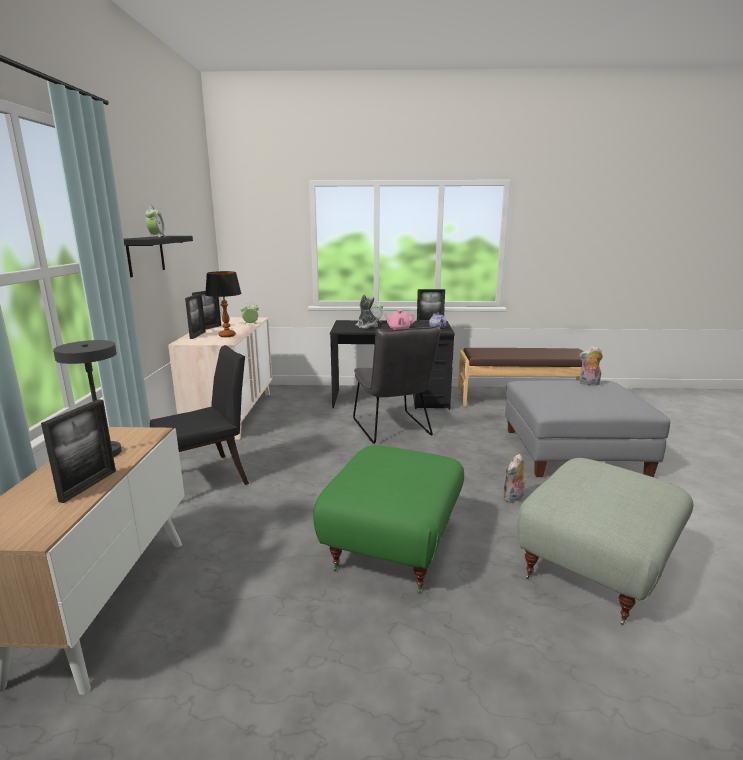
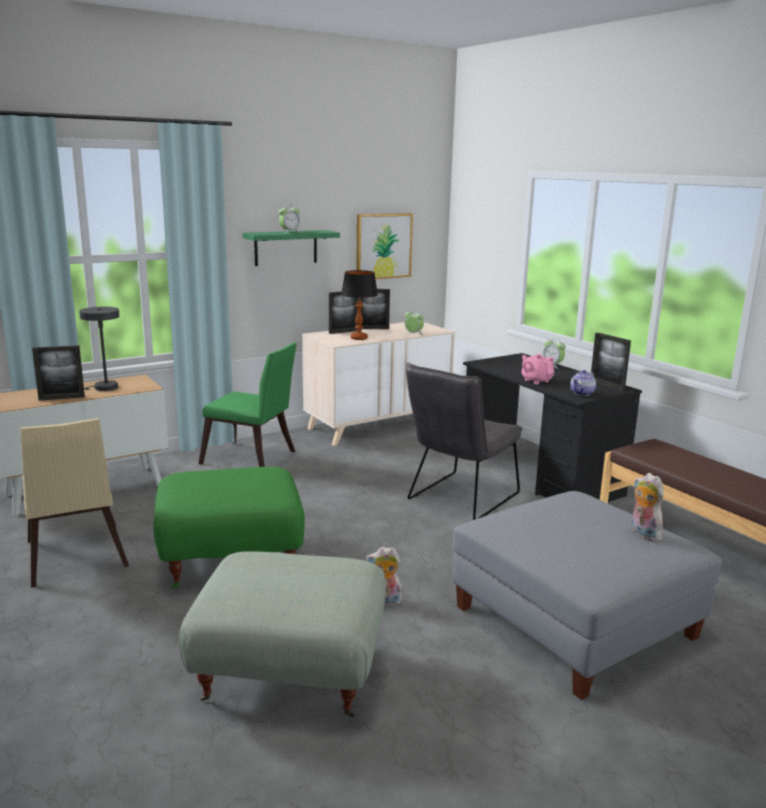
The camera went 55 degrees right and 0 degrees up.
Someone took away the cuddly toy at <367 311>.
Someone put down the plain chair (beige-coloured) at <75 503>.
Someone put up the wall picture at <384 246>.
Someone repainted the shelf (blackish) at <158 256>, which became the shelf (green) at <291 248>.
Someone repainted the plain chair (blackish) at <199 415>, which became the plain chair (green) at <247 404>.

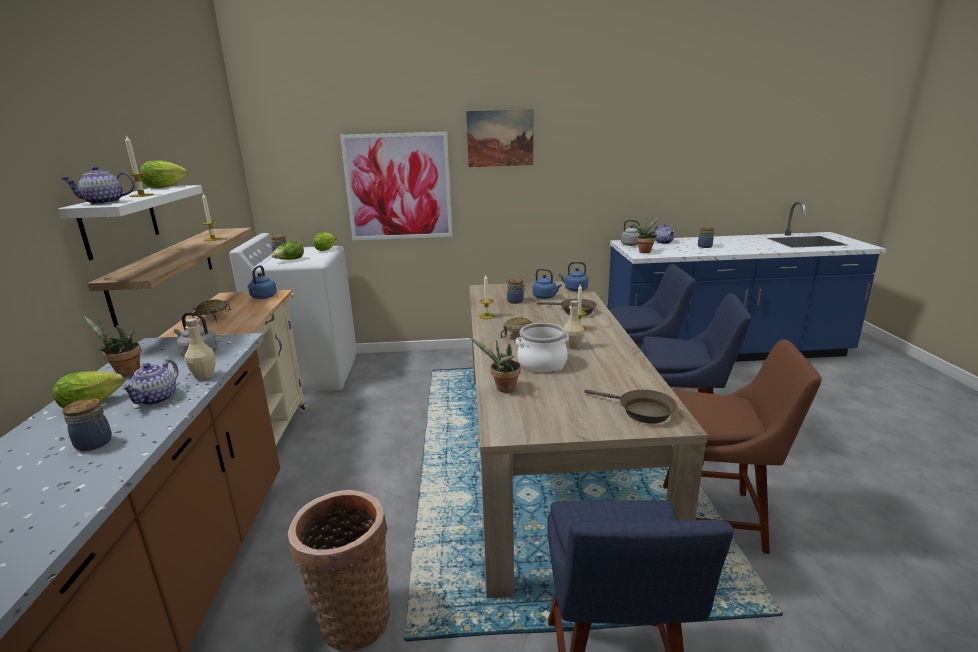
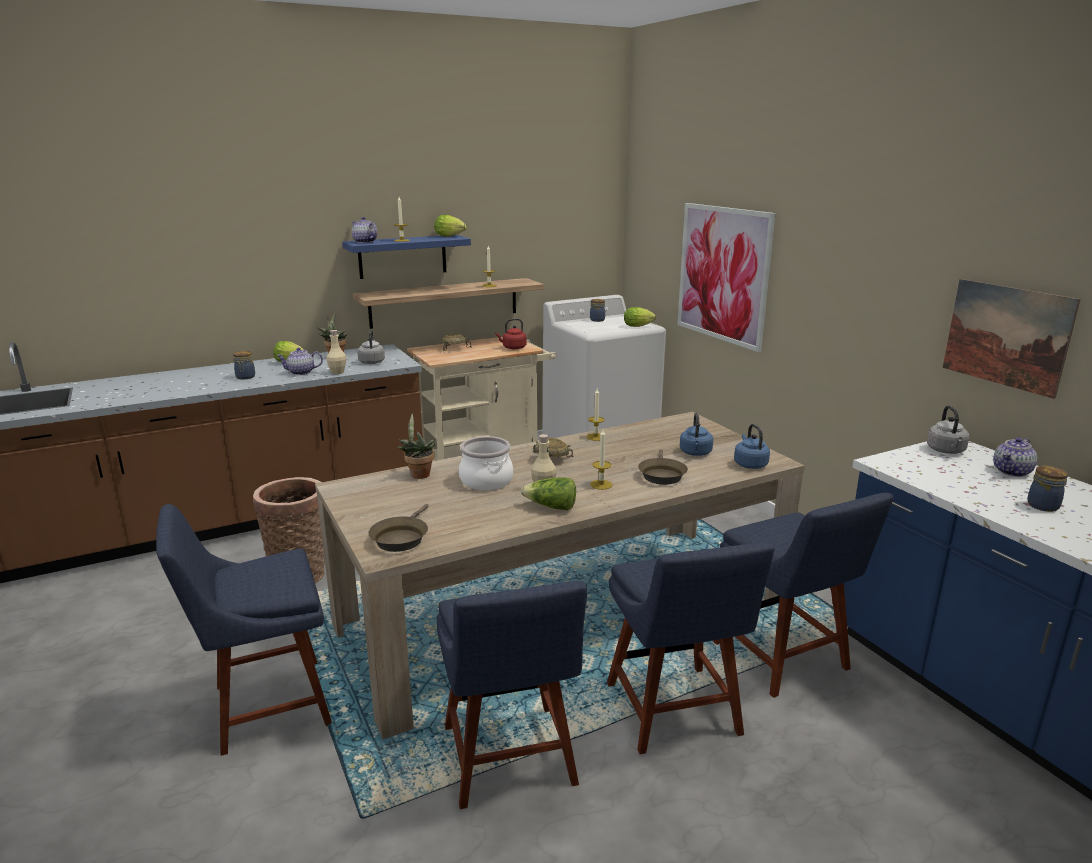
The camera went 65 degrees right and 0 degrees up.
Someone took away the preserve jar at <516 291>.
Someone took away the houseplant at <647 234>.
Someone carried the head of lettuce from <287 250> to <548 493>.
Someone carried the wall picture from <499 138> to <1011 339>.
Someone repainted the shelf (whitish) at <130 223>, which became the shelf (bluish) at <407 257>.
Someone repainted the kettle (bluish) at <262 282>, which became the kettle (reddish) at <511 333>.
Someone repainted the plain chair (brownish) at <742 446>, which became the plain chair (bluish) at <511 695>.

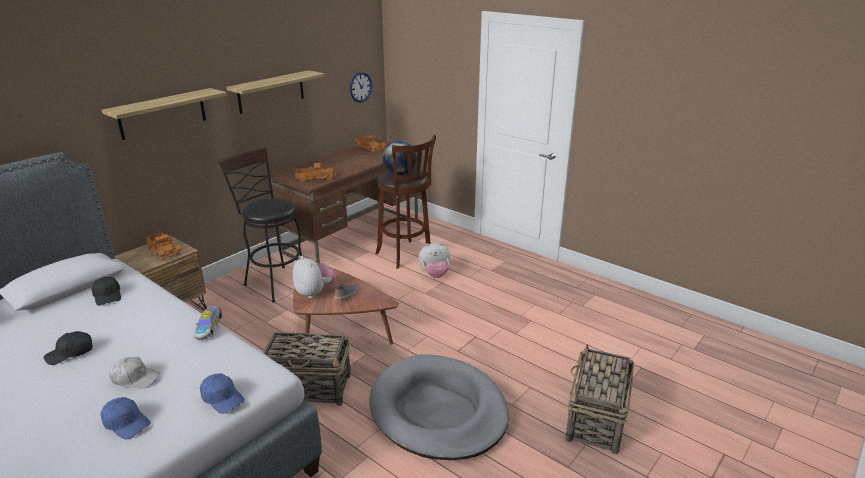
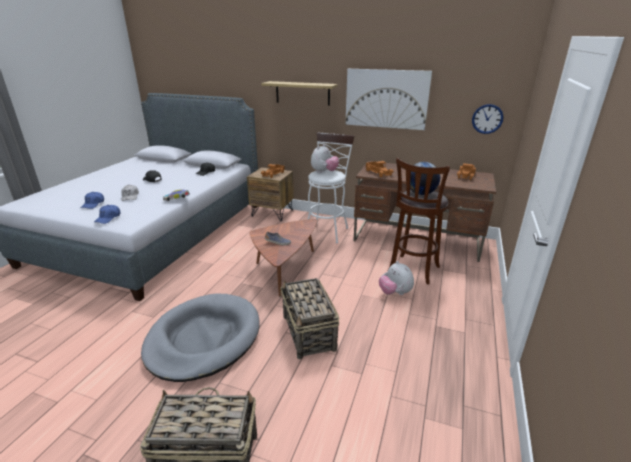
The camera went 70 degrees right and 0 degrees up.
Someone carried the storage basket from <307 369> to <309 318>.
Someone carried the cuddly toy from <314 277> to <325 158>.
Someone swapped the shelf at <275 92> for the wall picture at <388 99>.
Someone repainted the sitting stool (blackish) at <260 225>, which became the sitting stool (whitish) at <330 187>.

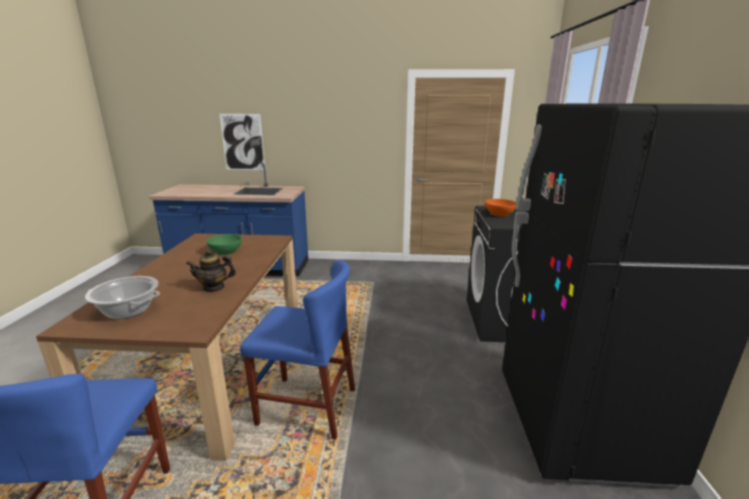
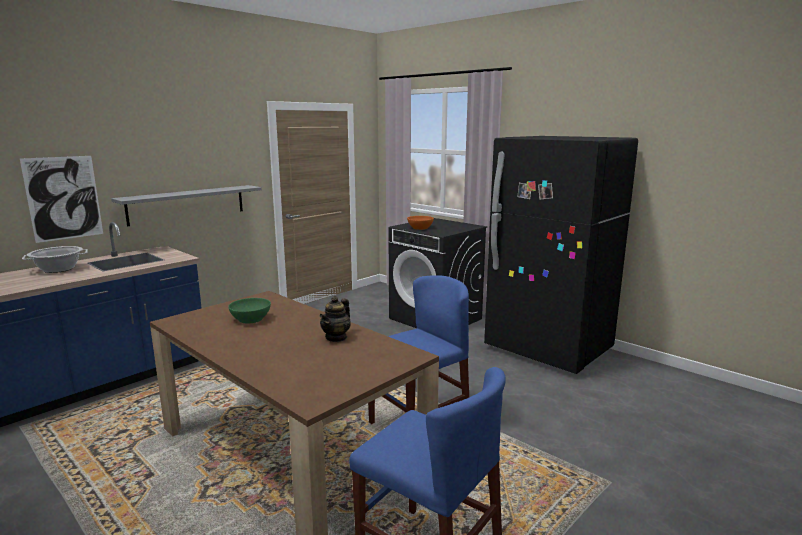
The camera went 50 degrees left and 5 degrees down.
Someone put up the shelf (greyish) at <186 206>.
Someone carried the stockpot from <122 297> to <55 259>.

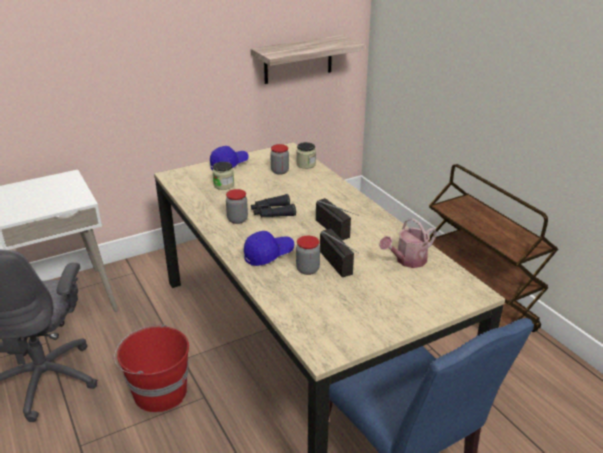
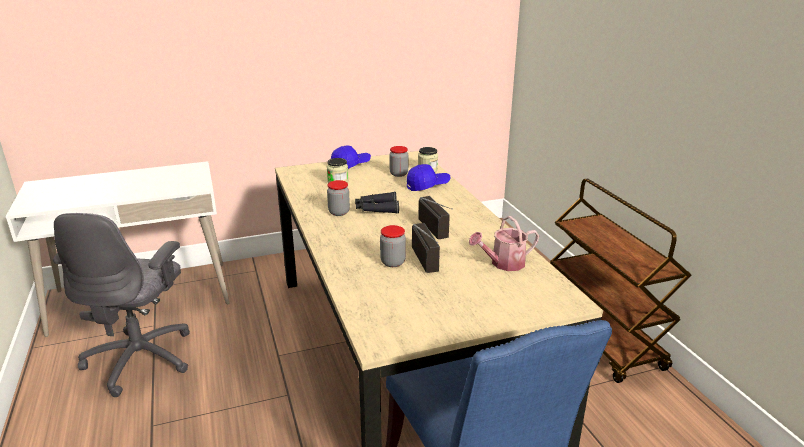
The camera went 10 degrees right and 5 degrees down.
Someone took away the water bucket (reddish) at <151 368>.
Someone took away the shelf at <308 59>.
Someone carried the peaked cap (bluish) from <269 248> to <428 177>.

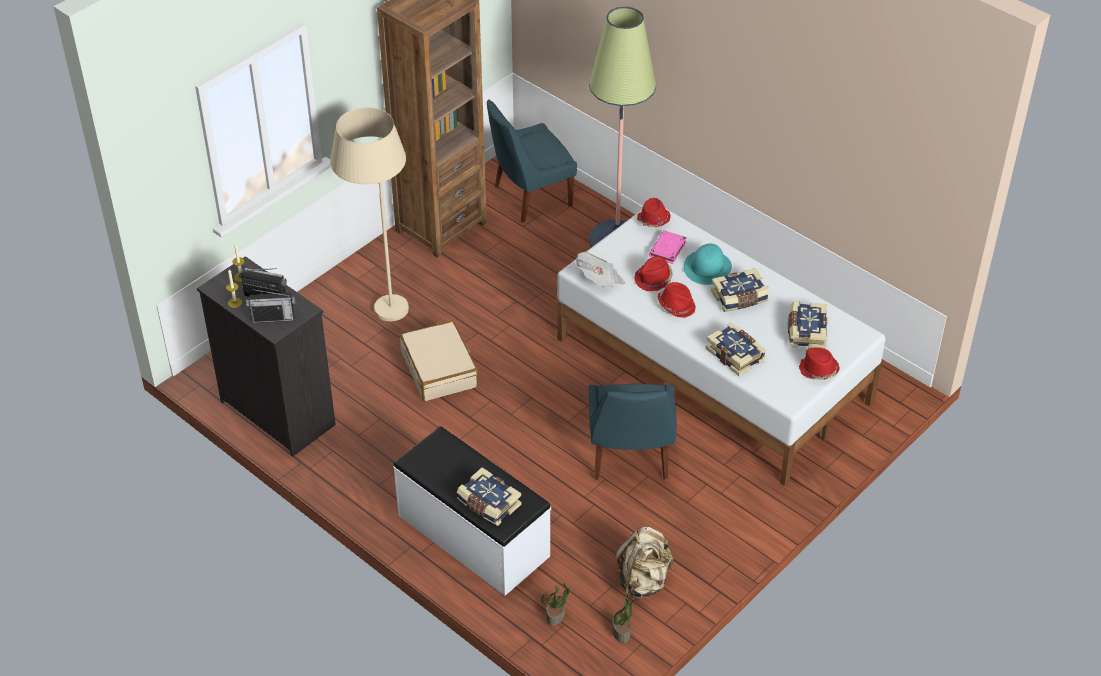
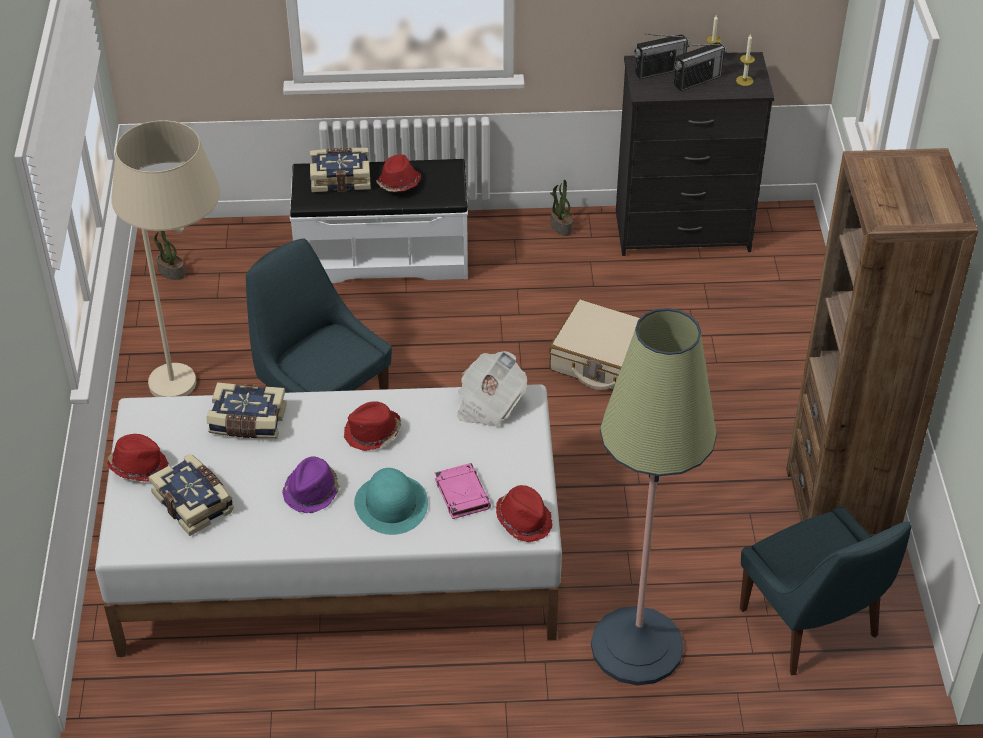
The camera went 135 degrees right and 0 degrees up.
Someone took away the rucksack (beige-coloured) at <644 563>.
Someone carried the standing lamp (beige-coloured) from <369 214> to <165 258>.
Someone carried the houseplant from <555 604> to <561 208>.
Someone carried the clothing hat (reddish) from <653 273> to <398 173>.
Someone swapped the volume at <740 290> for the clothing hat (purplish) at <311 484>.
Someone rotated the radio at <270 306> by 150 degrees counterclockwise.
Someone rotated the plain chair (bluish) at <532 161> by 135 degrees clockwise.

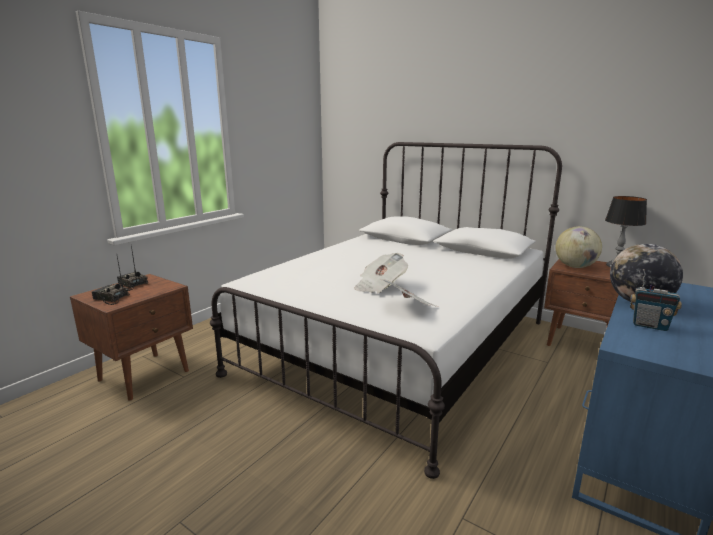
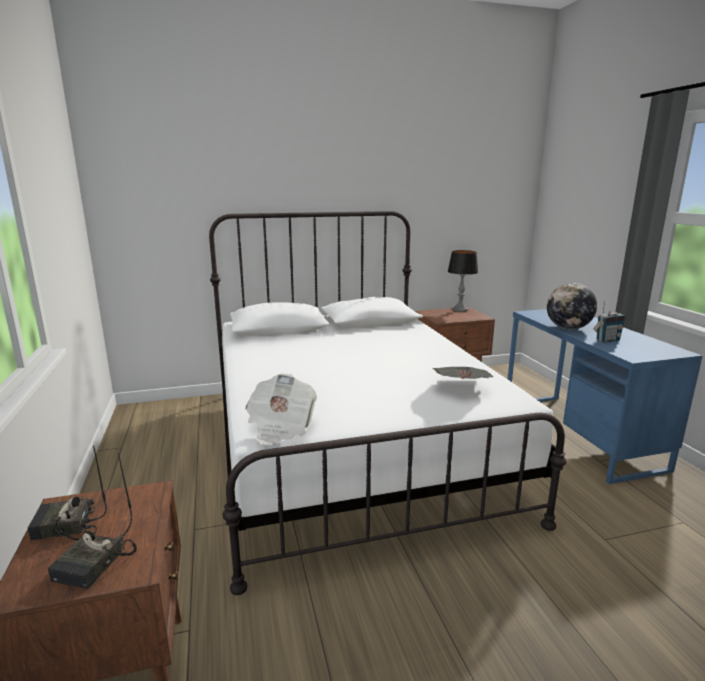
The camera went 50 degrees left and 0 degrees up.
Someone took away the desk globe at <579 247>.
Someone carried the newspaper from <381 273> to <281 409>.
Someone rotated the radio at <111 280> by 45 degrees counterclockwise.

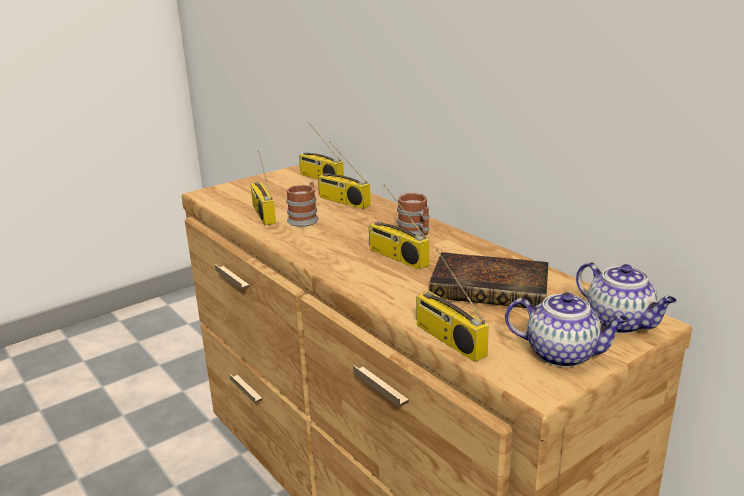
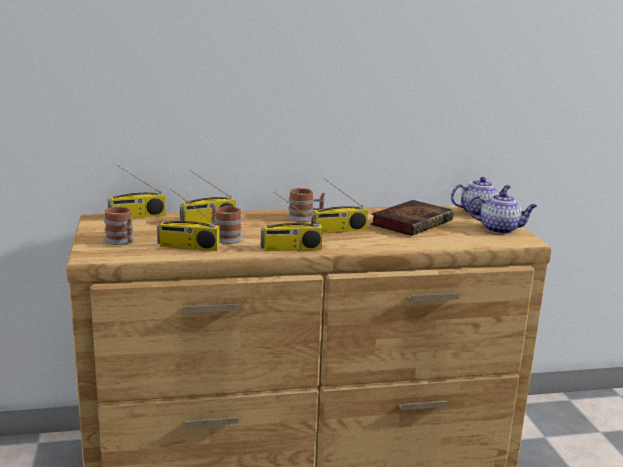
The camera went 65 degrees left and 5 degrees down.
Someone put down the mug at <119 225>.
Someone carried the radio from <452 305> to <292 221>.
Someone rotated the teapot at <567 329> by 60 degrees clockwise.

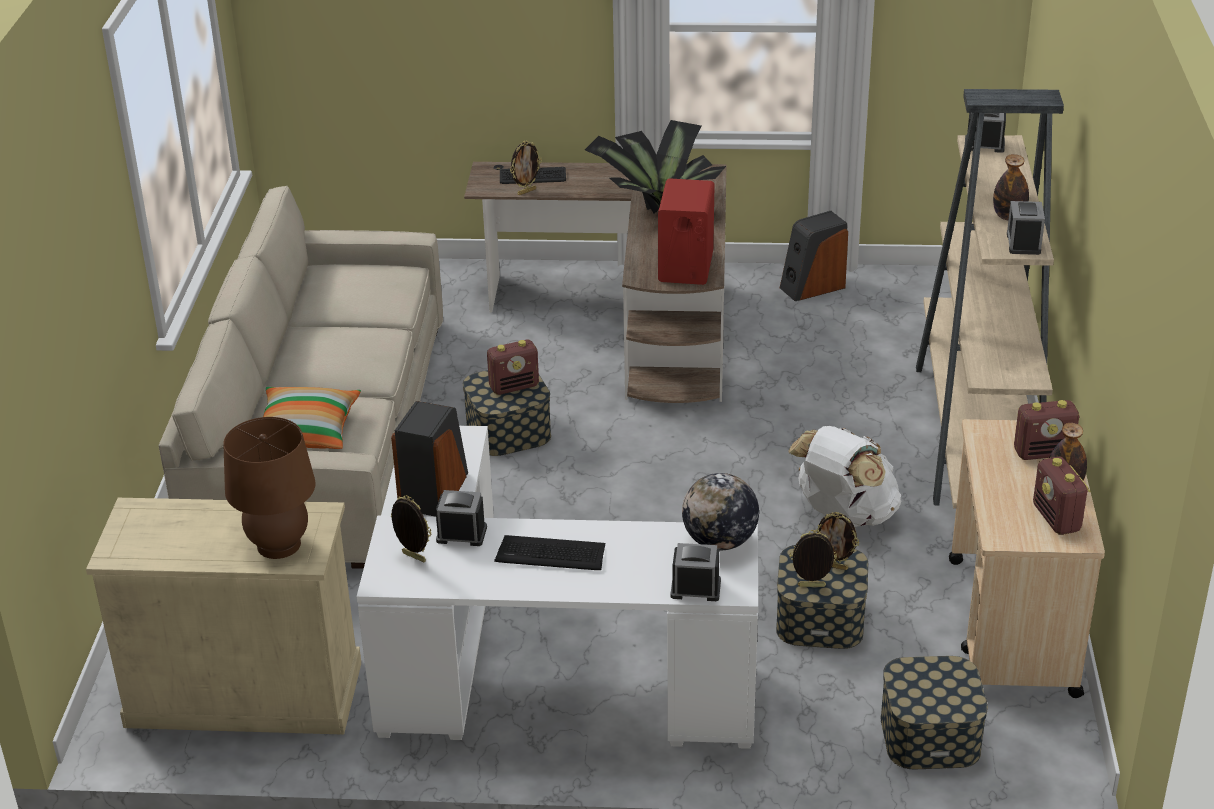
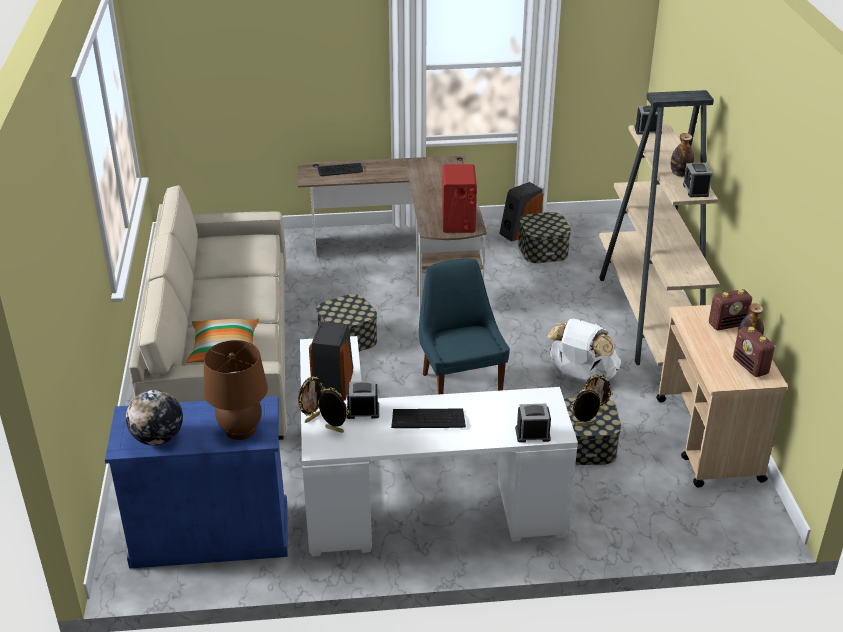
The camera went 10 degrees left and 0 degrees up.
Someone took away the radio at <513 367>.
Someone took away the houseplant at <655 167>.
Someone put down the plain chair (bluish) at <464 326>.
Someone carried the photo frame from <526 167> to <311 399>.
Someone carried the desk globe from <720 511> to <154 417>.
Someone carried the storage bin from <934 712> to <544 237>.
Someone repainted the storage cabinet (beige-coloured) at <223 616>, which became the storage cabinet (bluish) at <196 482>.

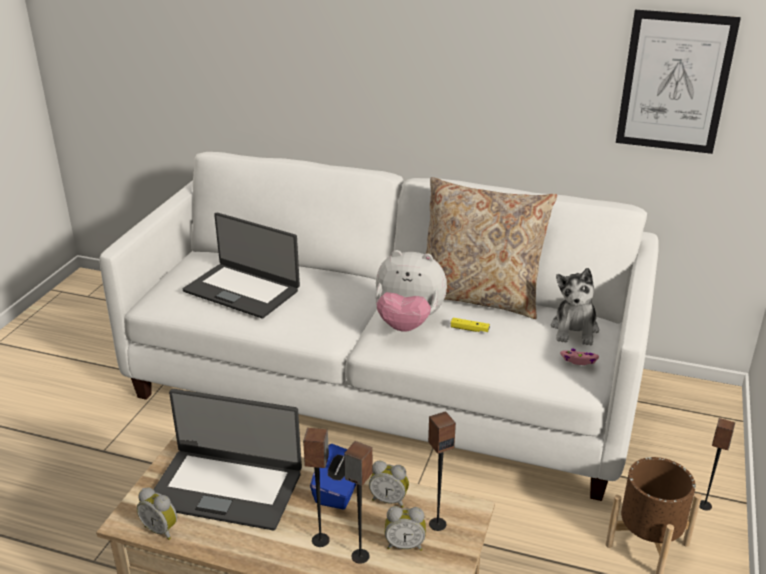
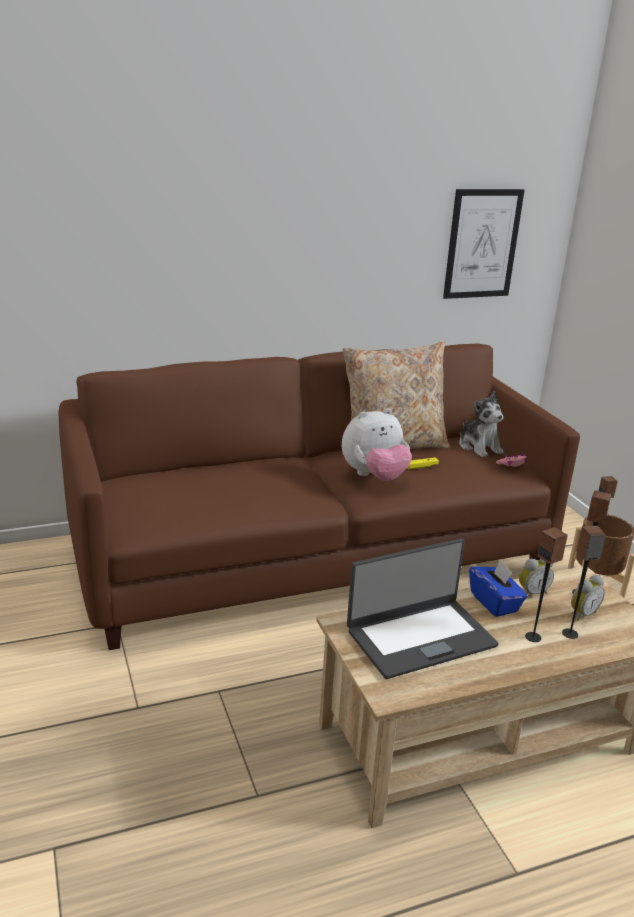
The camera went 40 degrees left and 5 degrees down.
Someone took away the table clock at <157 514>.
Someone took away the portable computer at <241 265>.
Someone repainted the sofa (whitish) at <379 326>, which became the sofa (brownish) at <319 497>.

